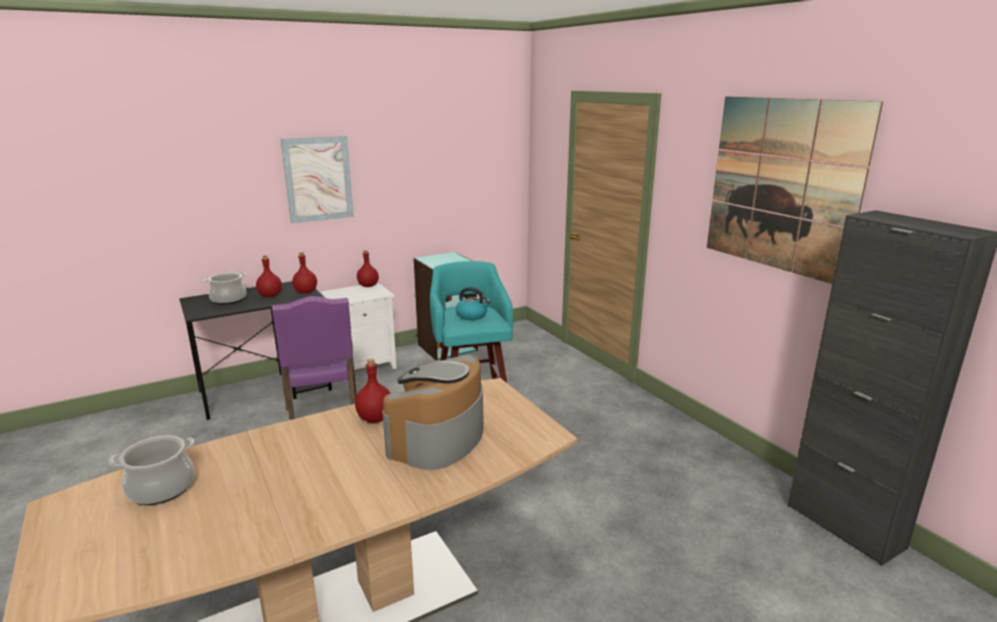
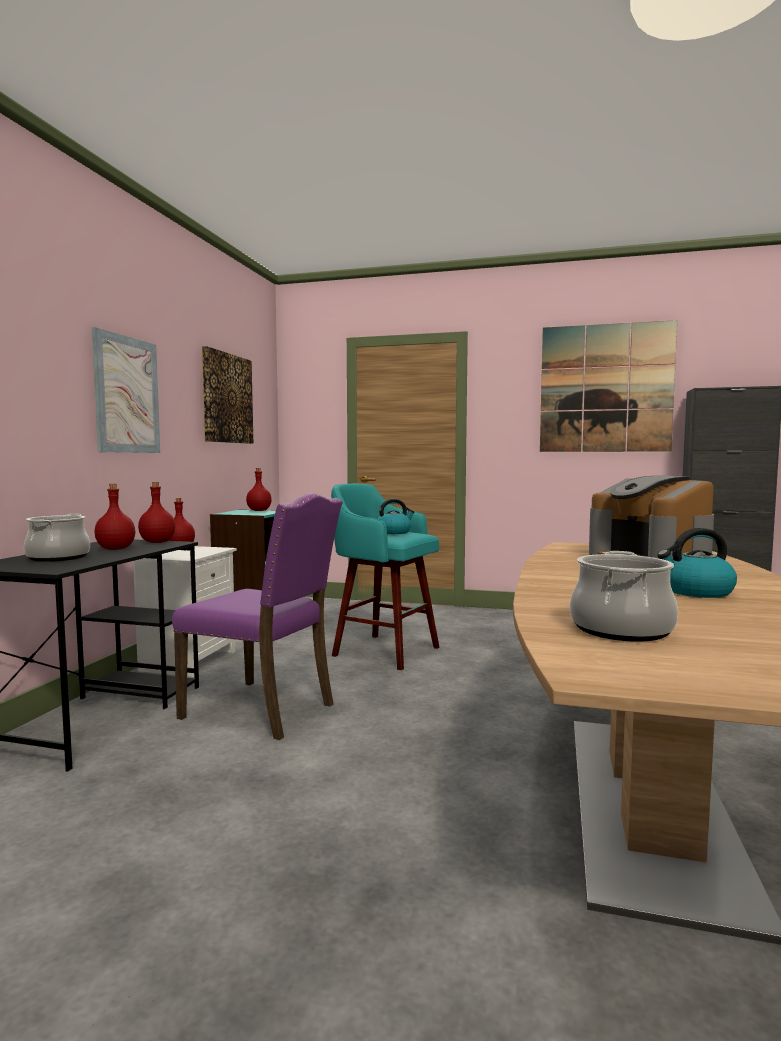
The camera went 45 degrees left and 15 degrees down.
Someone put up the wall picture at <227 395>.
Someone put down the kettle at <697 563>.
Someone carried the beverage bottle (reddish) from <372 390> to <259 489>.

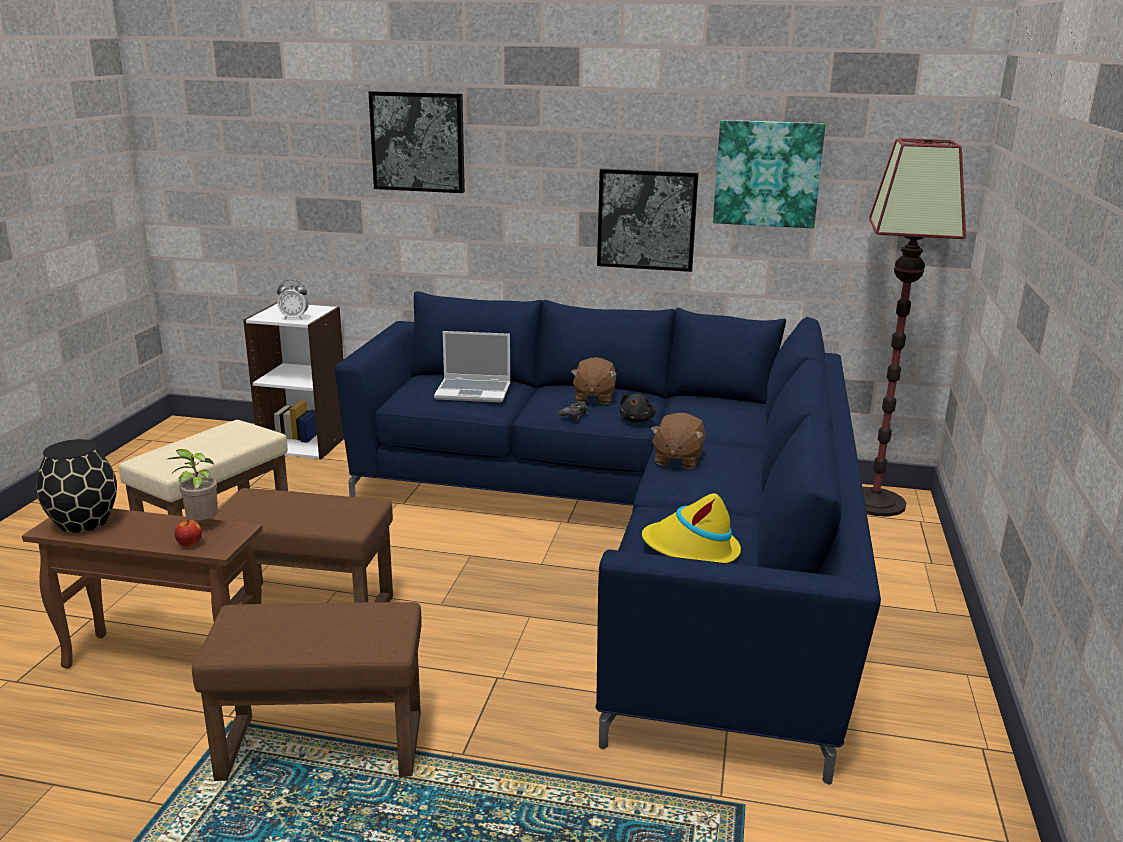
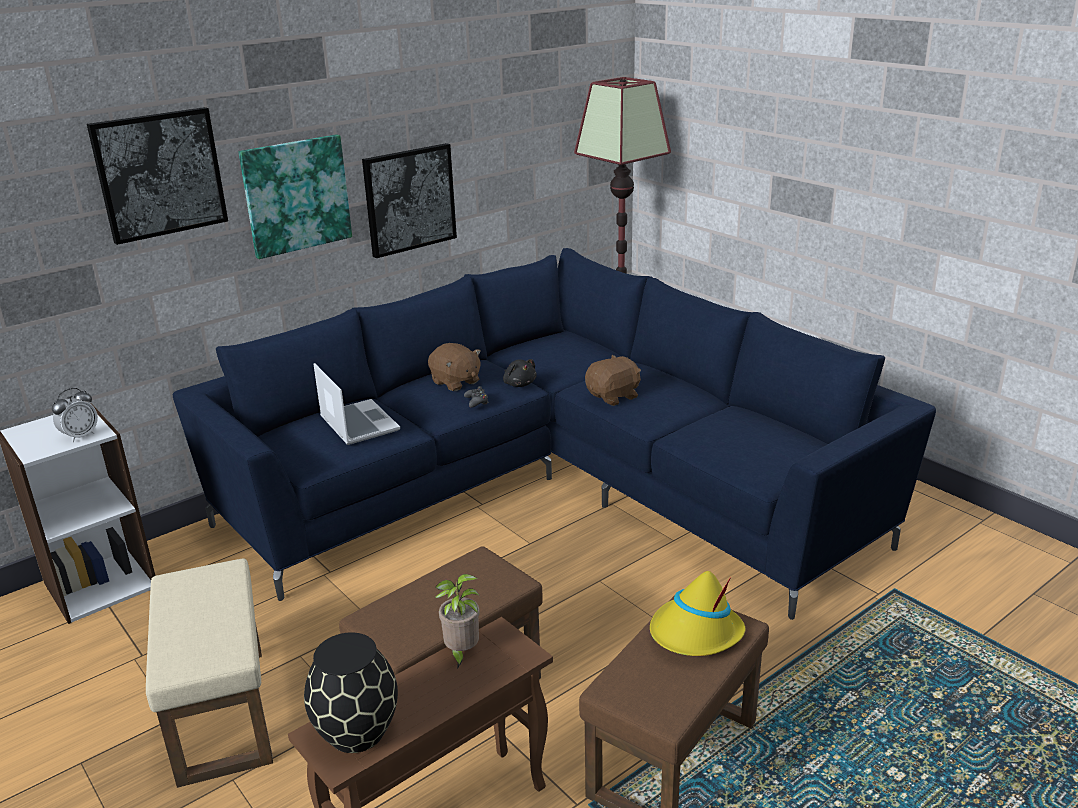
The camera went 50 degrees left and 5 degrees up.
Someone took away the whole apple at <188 533>.
Someone carried the clothing hat (yellow) from <691 528> to <697 613>.
Someone carried the wall picture from <769 174> to <295 196>.
Someone rotated the portable computer at <472 366> by 75 degrees counterclockwise.
Someone rotated the cuddly toy (brownish) at <678 441> by 90 degrees counterclockwise.

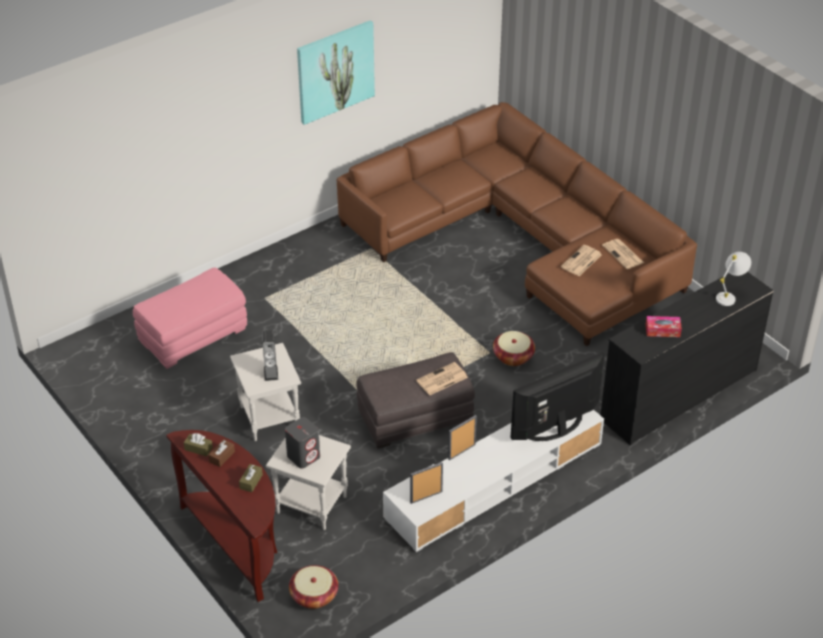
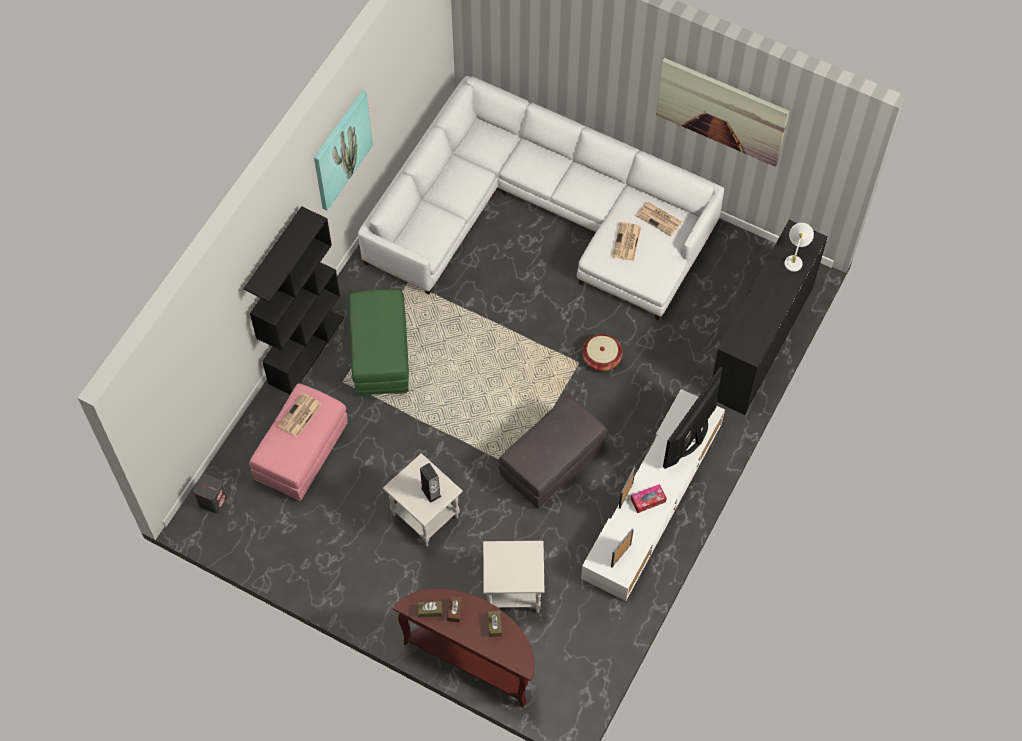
The camera went 25 degrees left and 20 degrees up.
Someone took away the storage basket at <313 587>.
Someone put down the bookshelf (blackish) at <293 300>.
Someone put down the footrest (green) at <379 343>.
Someone put up the wall picture at <722 112>.
Someone carried the speaker (greyish) from <302 443> to <210 493>.
Someone carried the newspaper from <442 378> to <299 415>.
Someone carried the tissue box from <664 326> to <649 498>.
Someone repainted the sofa (brownish) at <517 224>, which became the sofa (whitish) at <541 198>.

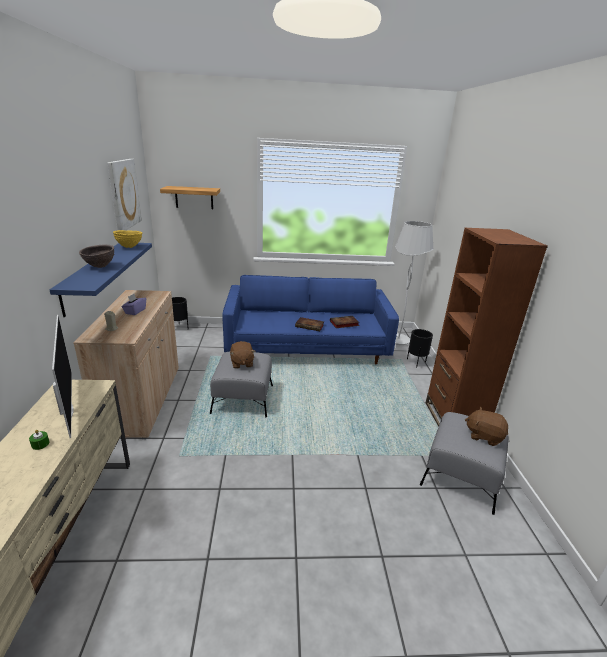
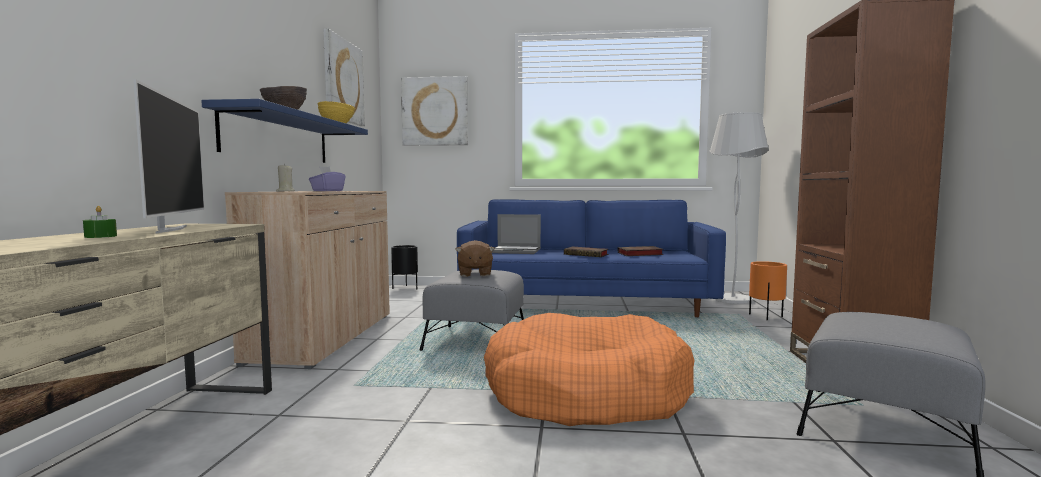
The camera went 10 degrees right and 20 degrees down.
Someone took away the cuddly toy (brownish) at <486 426>.
Someone put down the dog cushion (orangey) at <589 369>.
Someone put down the portable computer at <516 234>.
Someone swapped the shelf at <190 197> for the wall picture at <434 111>.
Someone repainted the flower pot (blackish) at <420 348>, which became the flower pot (orangey) at <768 291>.

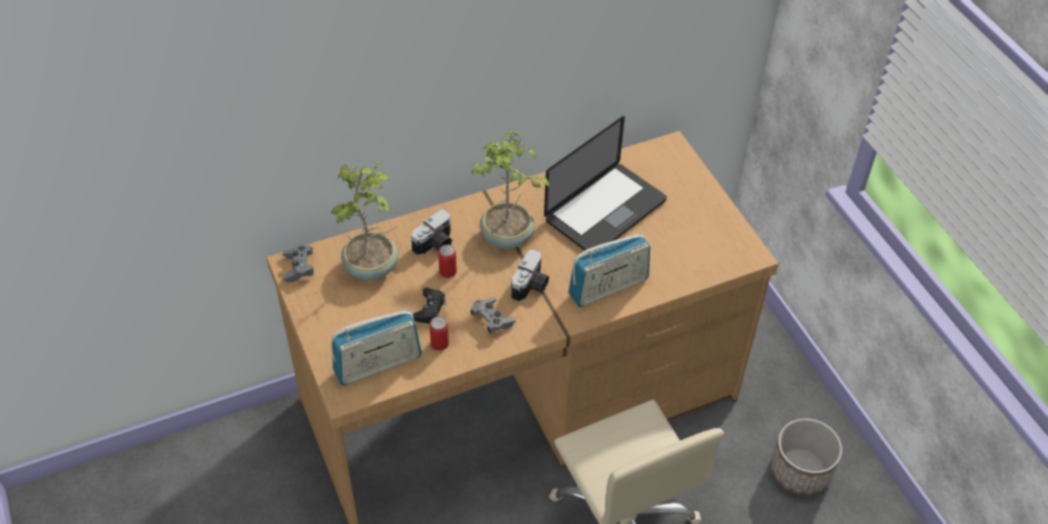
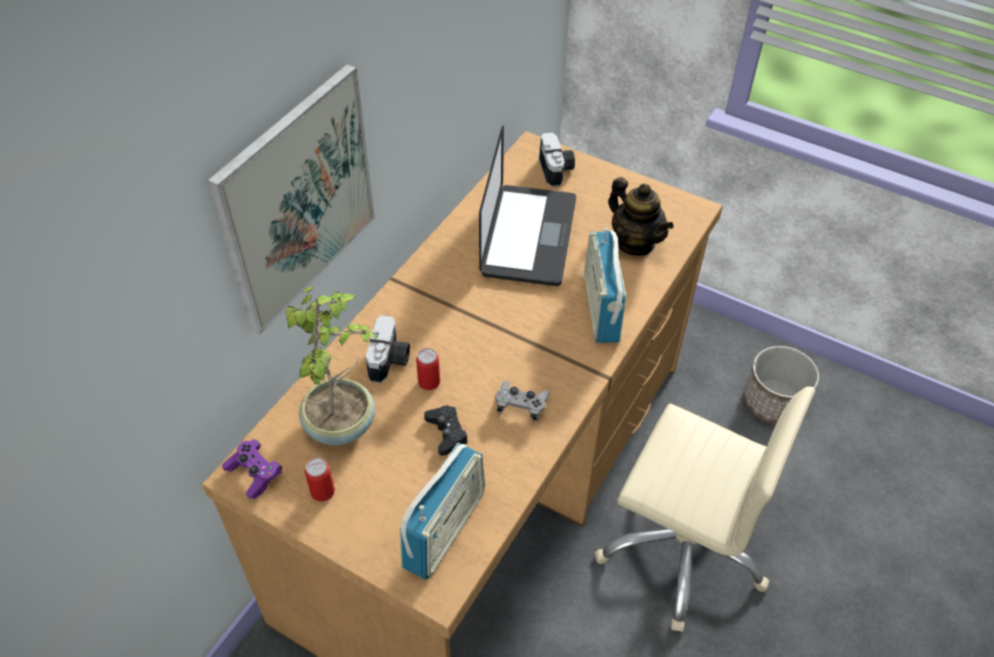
The camera went 35 degrees left and 0 degrees up.
Someone took away the houseplant at <510 189>.
Someone put up the wall picture at <291 199>.
Someone put down the teapot at <641 216>.
Someone carried the sealed can from <439 333> to <320 479>.
Someone carried the still camera from <530 275> to <557 159>.
Someone repainted the game controller (greyish) at <298 262>, which became the game controller (purplish) at <252 469>.
Someone rotated the radio at <609 270> by 150 degrees clockwise.

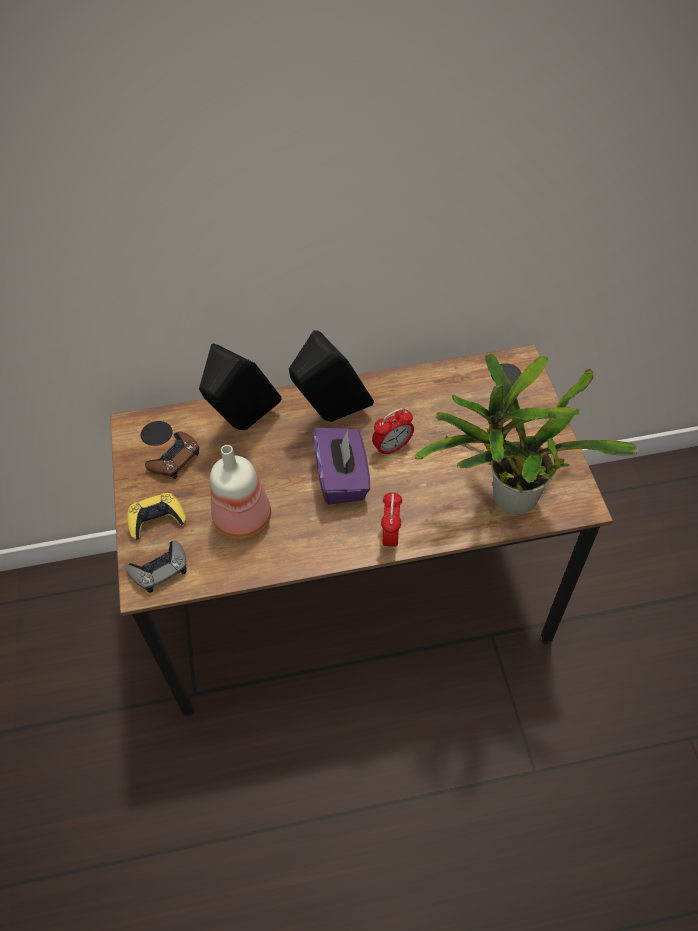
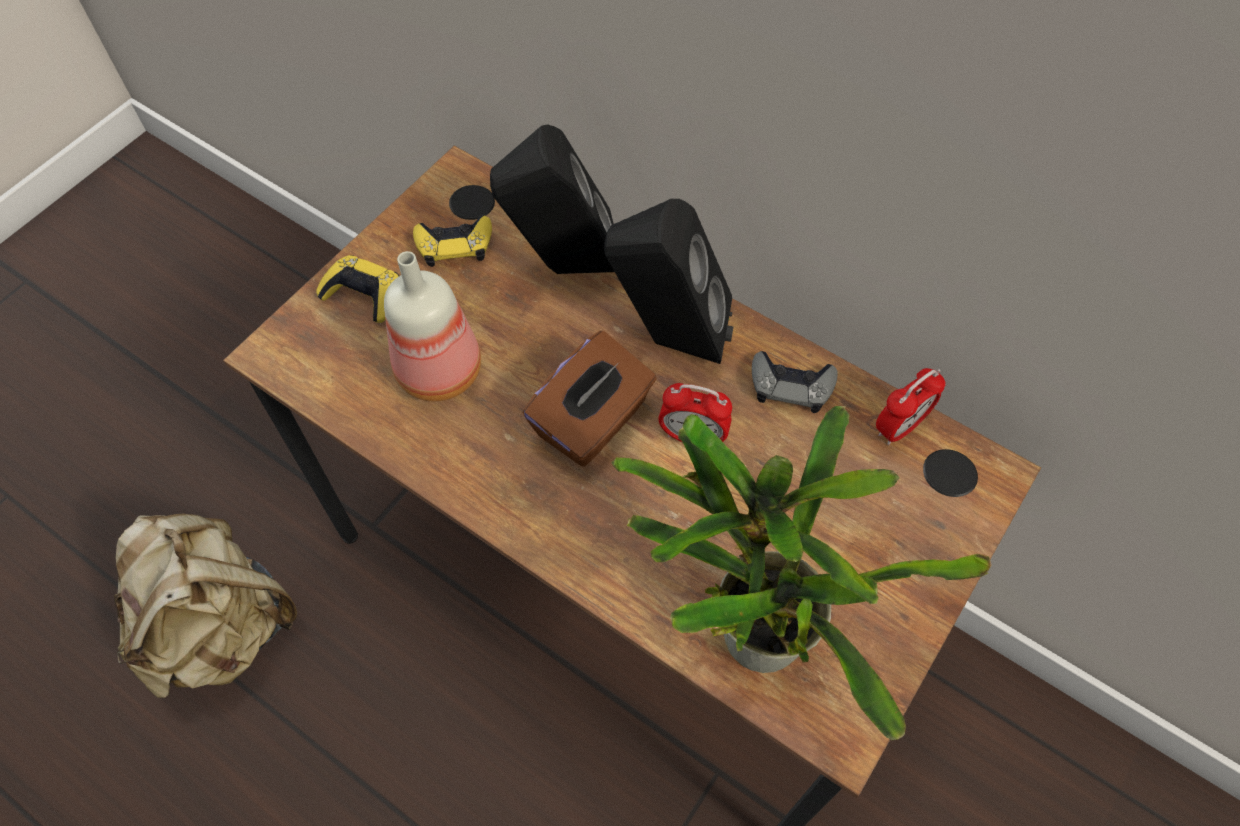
The camera went 45 degrees right and 5 degrees up.
Someone put down the rucksack (beige-coloured) at <205 605>.
Someone carried the game controller (greyish) from <156 567> to <794 382>.
Someone carried the table clock from <391 520> to <911 406>.
Someone repainted the game controller (brownish) at <172 455>, which became the game controller (yellow) at <452 241>.
Someone repainted the tissue box (purplish) at <341 466>, which became the tissue box (brownish) at <590 399>.

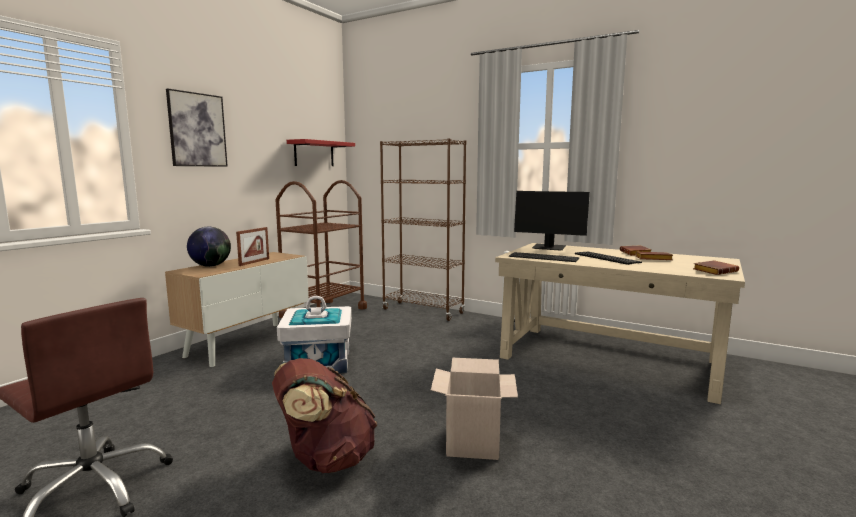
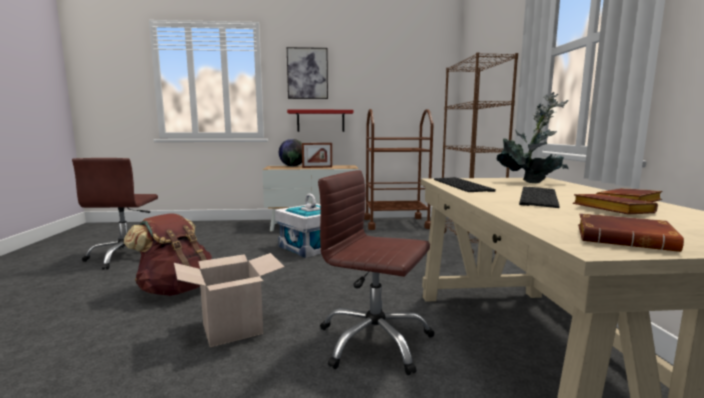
The camera went 55 degrees right and 0 degrees up.
Someone put down the computer chair (brownish) at <376 272>.
Someone carried the shelf (reddish) from <321 152> to <320 120>.
Someone swapped the computer screen at <552 221> for the houseplant at <532 137>.

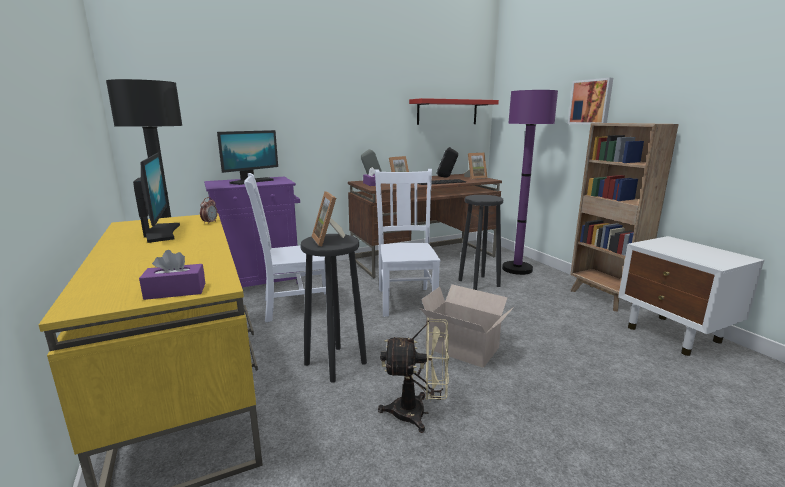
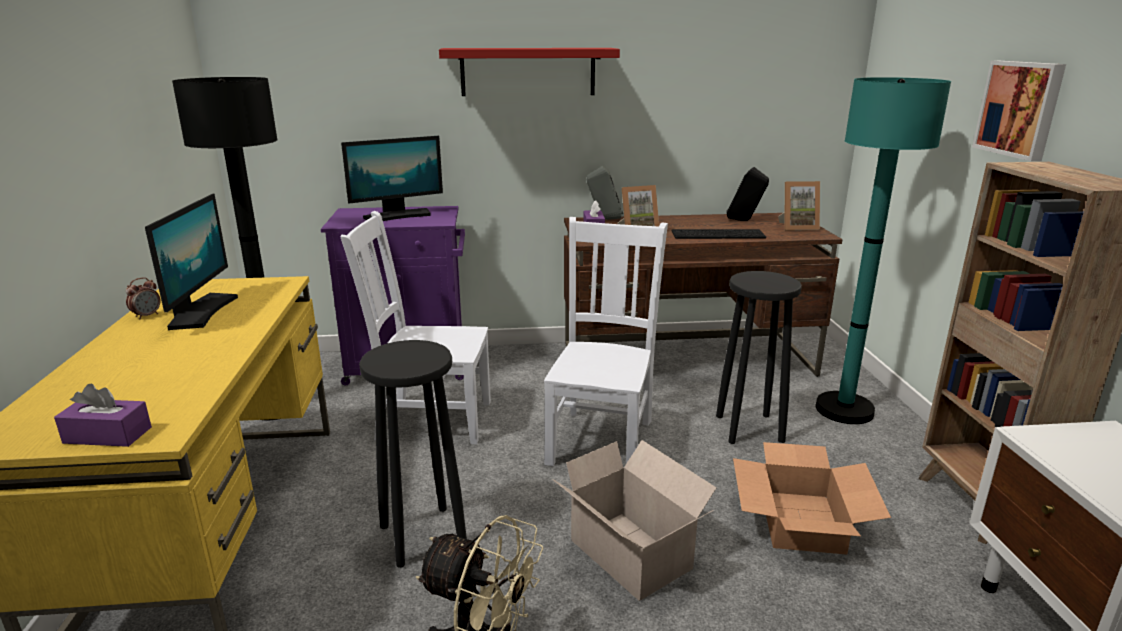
The camera went 20 degrees right and 5 degrees up.
Someone took away the photo frame at <328 218>.
Someone put down the cardboard box at <812 498>.
Someone carried the table clock from <209 210> to <143 299>.
Someone carried the shelf (reddish) from <454 111> to <529 72>.
Someone repainted the standing lamp (purplish) at <530 182>, which became the standing lamp (blue-green) at <883 250>.

